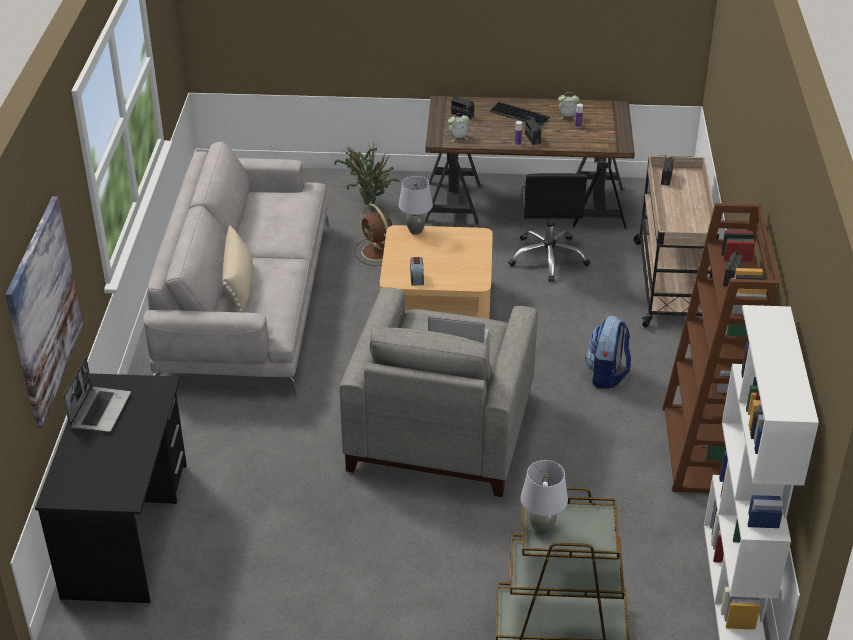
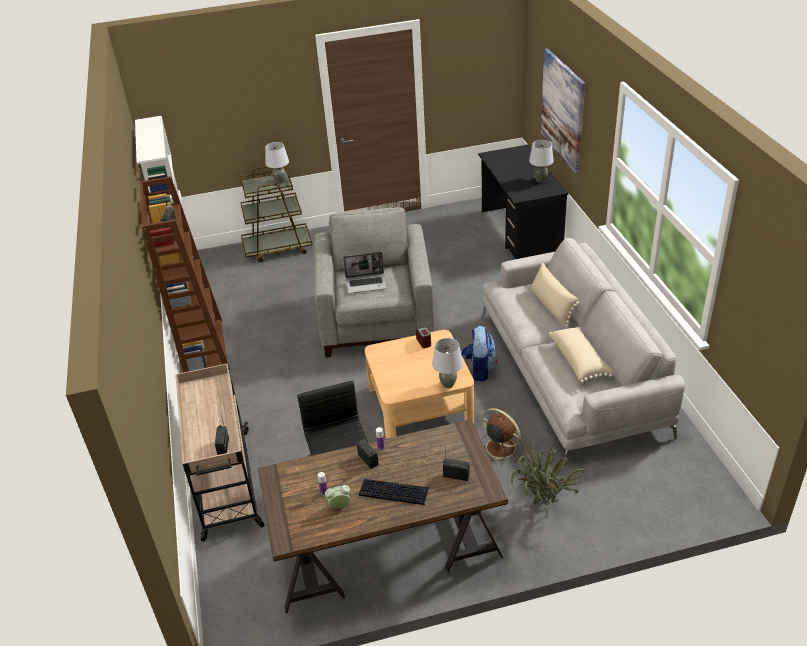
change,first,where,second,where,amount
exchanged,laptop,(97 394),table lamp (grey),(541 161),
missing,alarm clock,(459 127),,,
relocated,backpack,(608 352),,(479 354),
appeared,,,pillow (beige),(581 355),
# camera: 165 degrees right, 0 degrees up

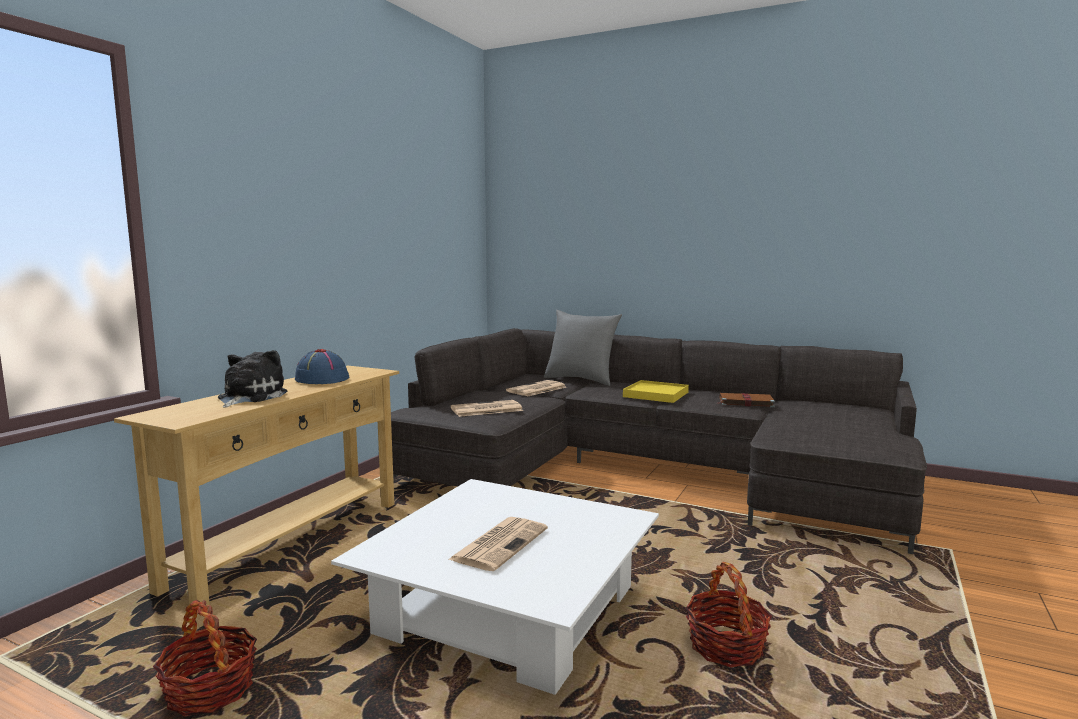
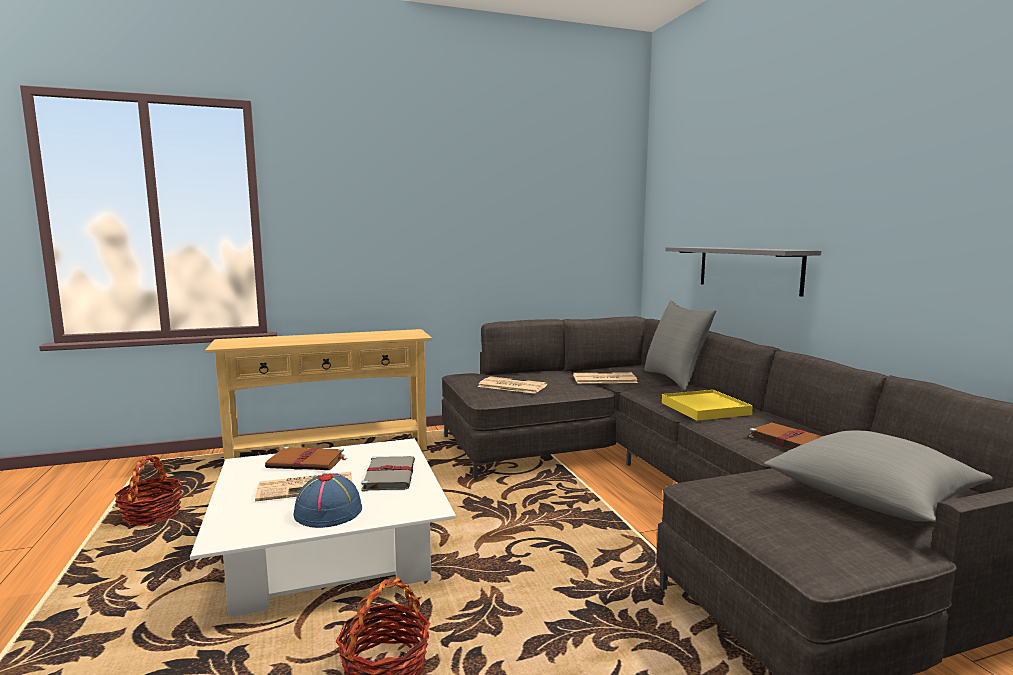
change,first,where,second,where,amount
missing,plush toy,(253 379),,,
relocated,hat (blue),(322 366),,(327 500),
appeared,,,book (brown),(305 458),
appeared,,,book (grey),(388 473),
appeared,,,shelf (grey),(743 272),
appeared,,,pillow (grey),(878 476),
# camera: 45 degrees right, 0 degrees up

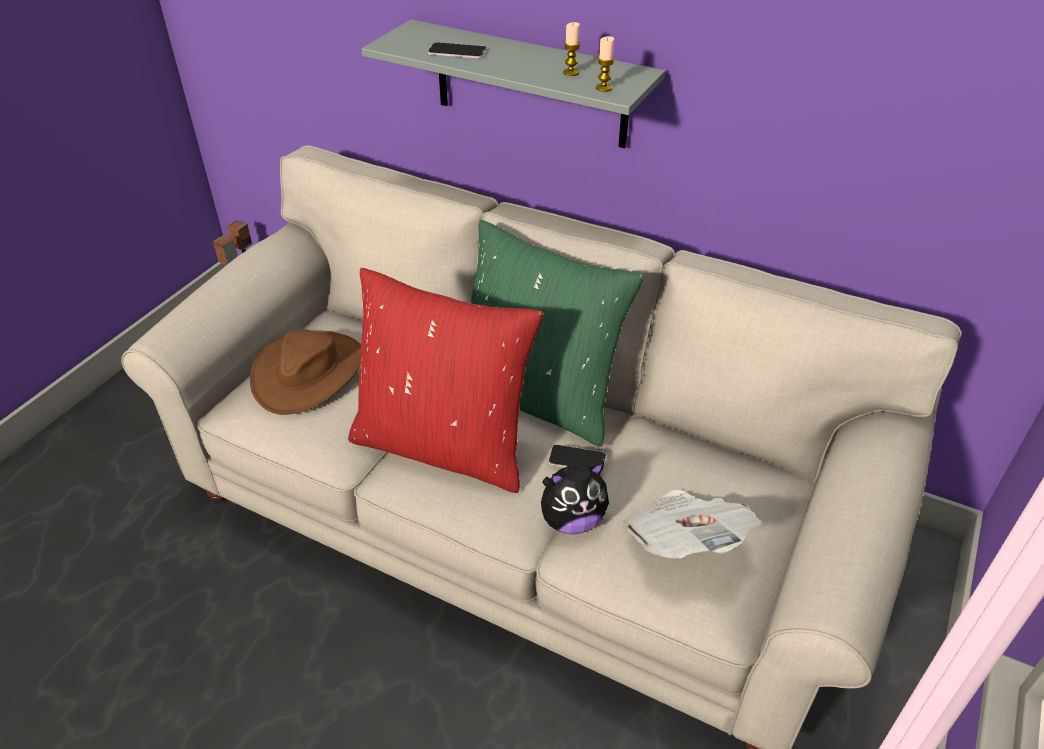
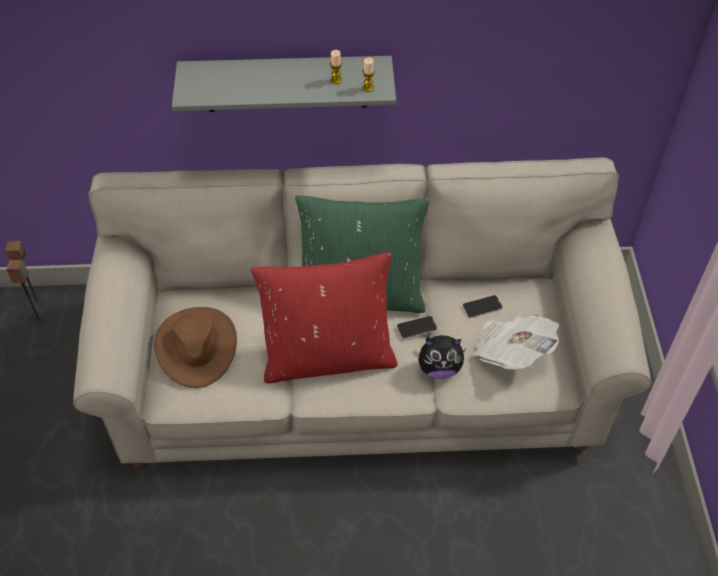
change,first,where,second,where,amount
relocated,phone,(457 50),,(482 306),
spun,plush toy,(575 498),,(442 357),45 degrees clockwise
# camera: 30 degrees left, 10 degrees up

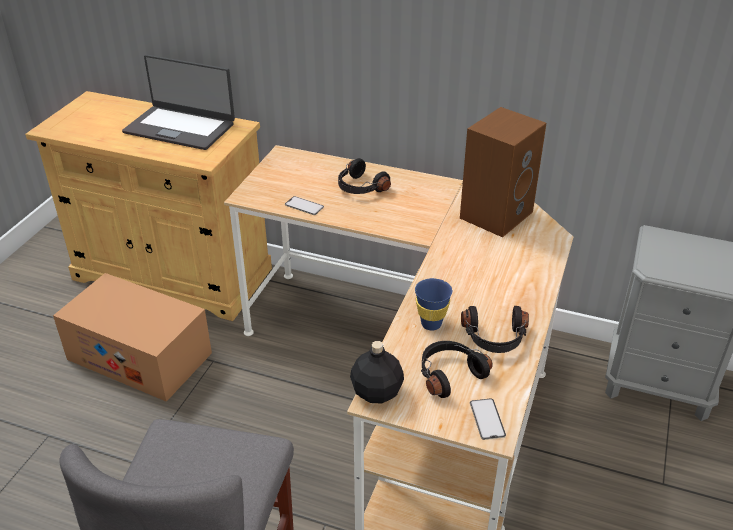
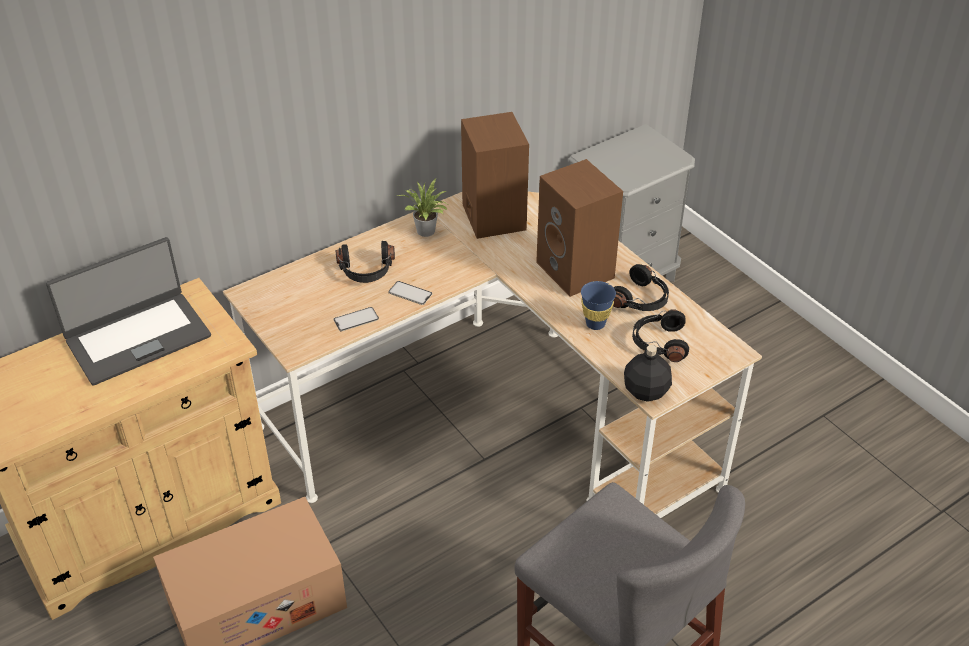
change,first,where,second,where,amount
relocated,phone,(488 419),,(410 293),
appeared,,,potted plant,(422 208),
appeared,,,speaker (brown),(579 228),
# camera: 55 degrees left, 5 degrees up

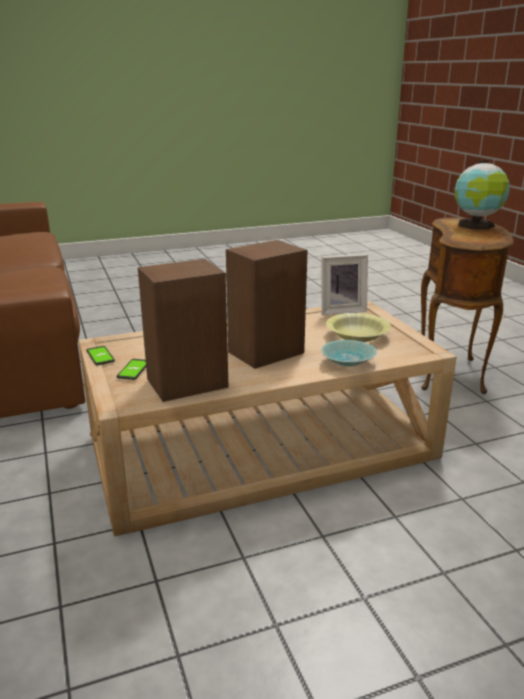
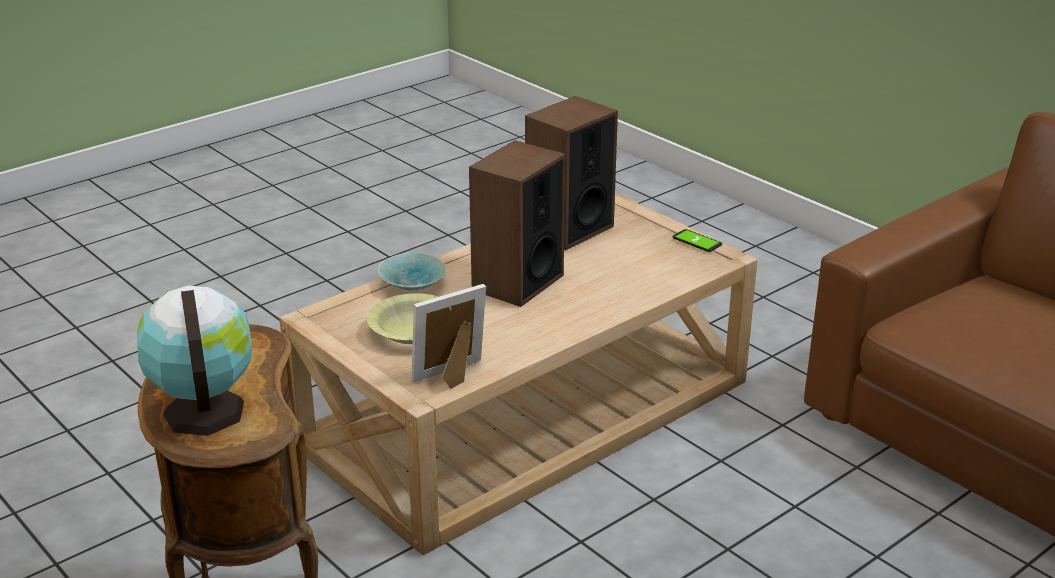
change,first,where,second,where,amount
missing,phone,(131 369),,,
# camera: 160 degrees right, 5 degrees up

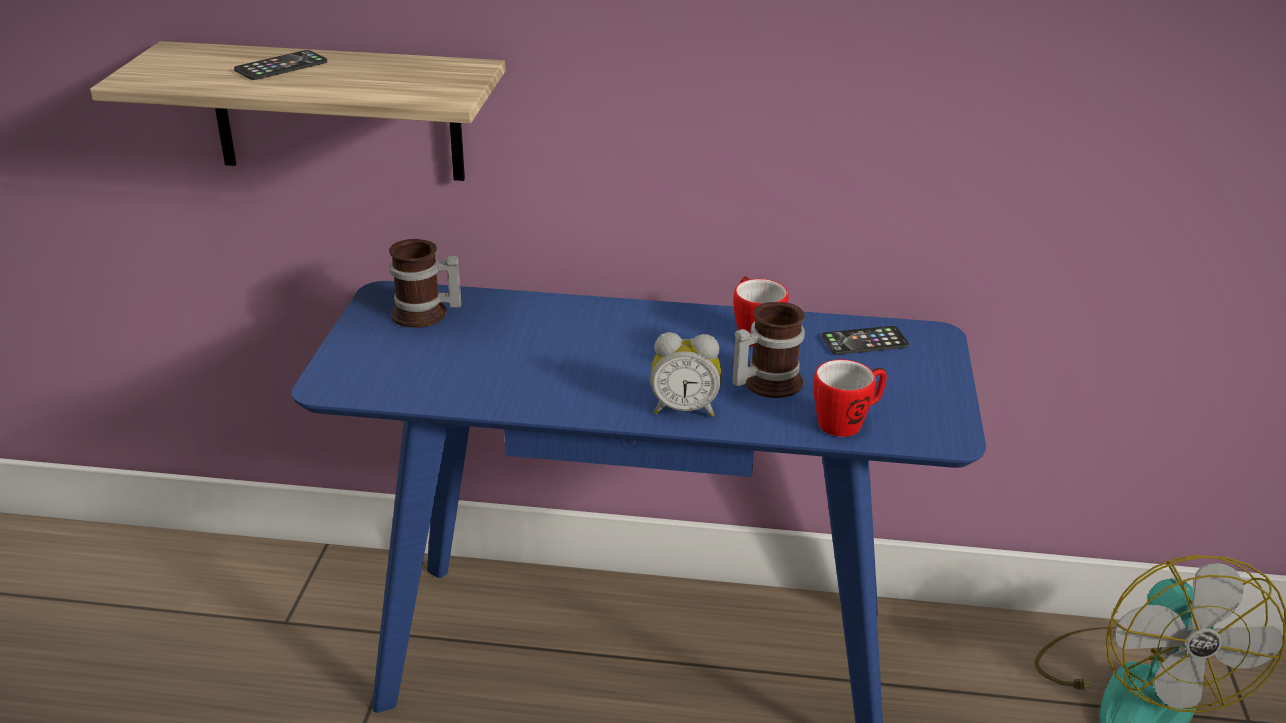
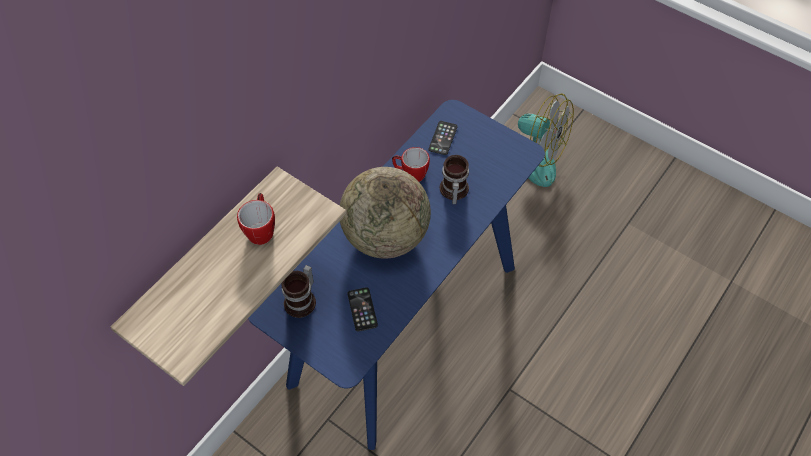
change,first,where,second,where,amount
relocated,phone,(281 65),,(362 309),
missing,alarm clock,(685 374),,,
relocated,mug,(850 398),,(256 219),
appeared,,,globe,(385 213),
# camera: 60 degrees left, 25 degrees up

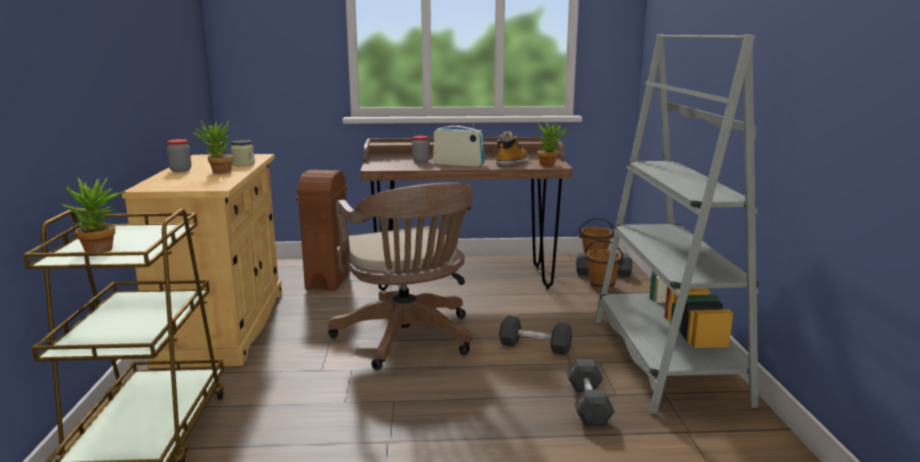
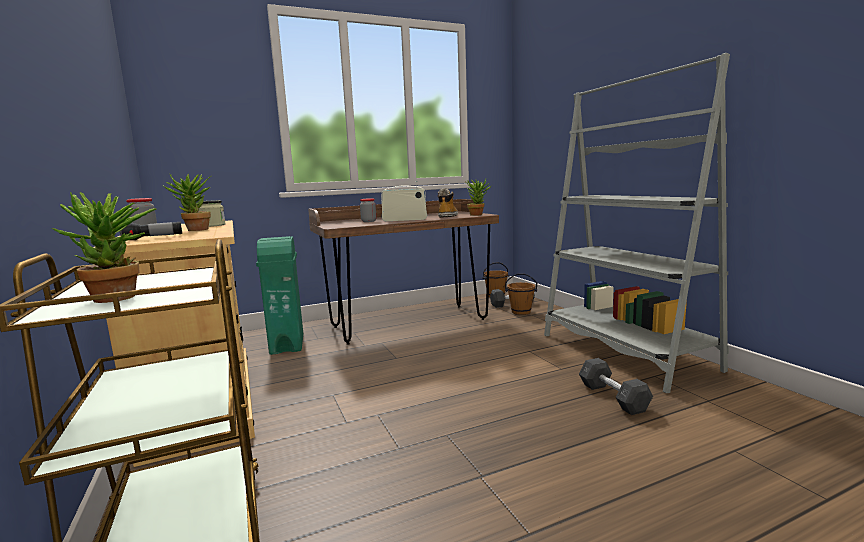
change,first,where,second,where,amount
colour,trash can (brown),(323 230),trash can (green),(279 295),
missing,office chair (brown),(400 276),,,
missing,dumbbell (grey),(535 335),,,
appeared,,,flashlight,(151 230),
# camera: 20 degrees left, 5 degrees down

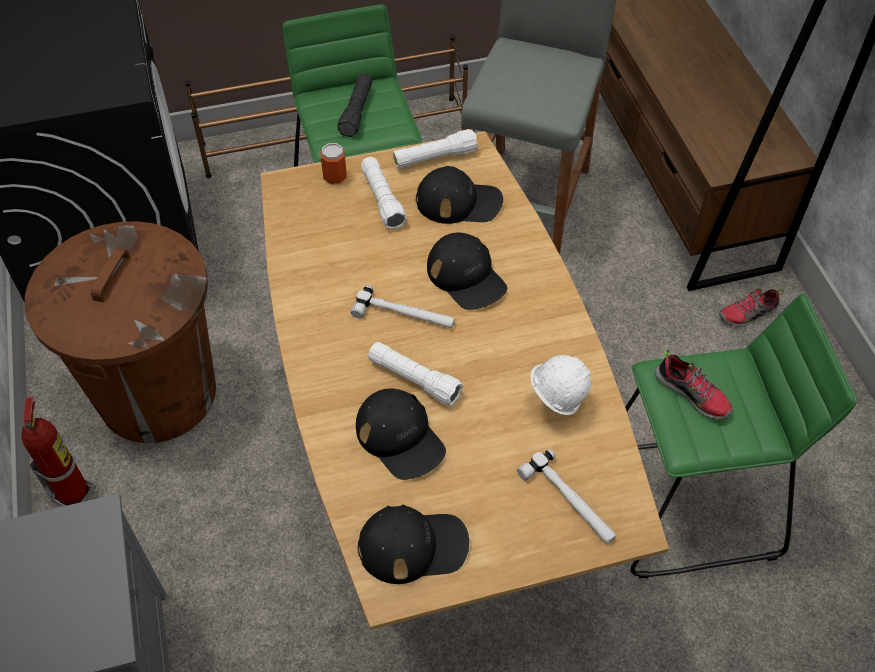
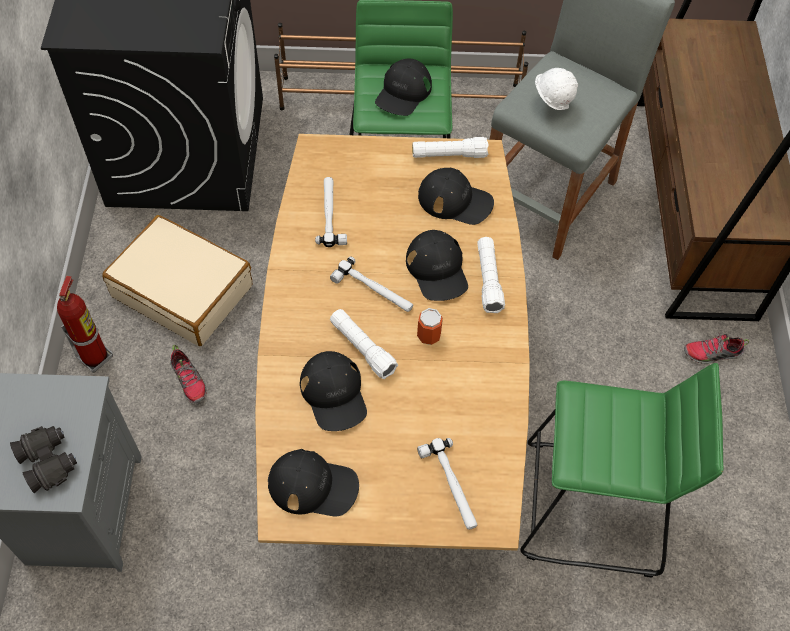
change,first,where,second,where,amount
exchanged,trash can (brown),(120 332),suitcase (beige),(177 280),
relocated,can,(334 164),,(430 326),
exchanged,flashlight (black),(355 105),cap (black),(403 87),
relocated,flashlight (white),(384 193),,(491 275),
relocated,hard hat (white),(560 385),,(556 89),
relocated,shoe,(694 384),,(188 374),
appeared,,,binoculars (black),(43 459),
appeared,,,hammer,(331 212),
# camera: 15 degrees right, 5 degrees up

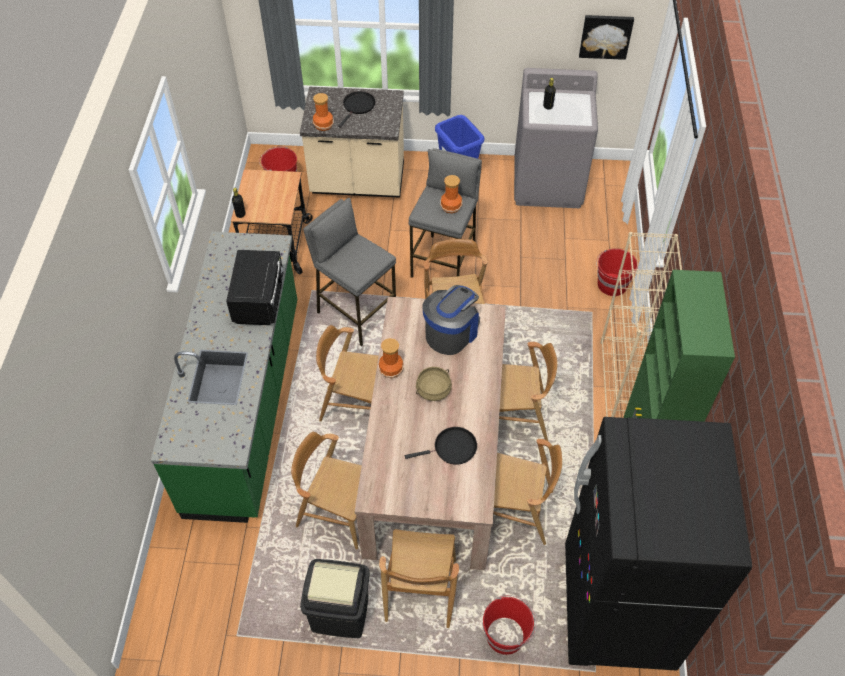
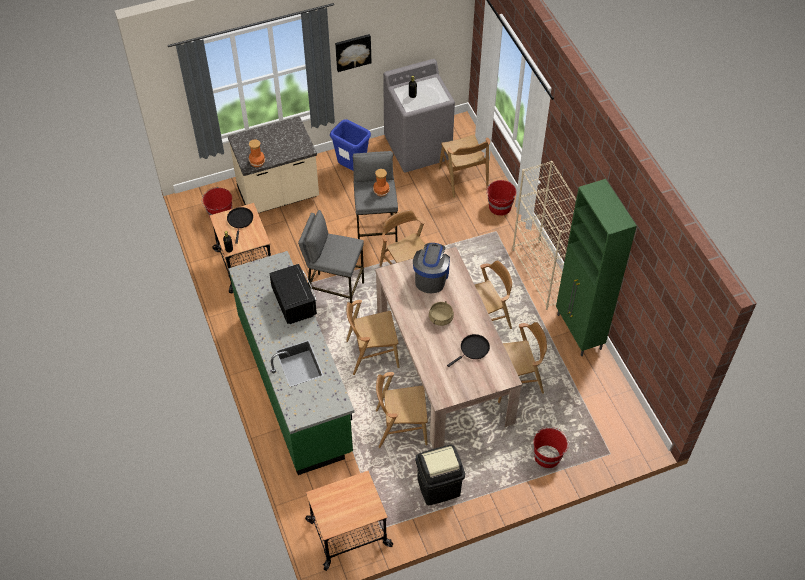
change,first,where,second,where,amount
relocated,frying pan (black),(356 109),,(240 225),
missing,vase,(391 358),,,
relocated,chair (brown),(419 578),,(464 166),
missing,fridge (black),(658 544),,,
relocated,picture,(606 37),,(353 53),
appeared,,,cart,(349 520),
# camera: 25 degrees left, 0 degrees up

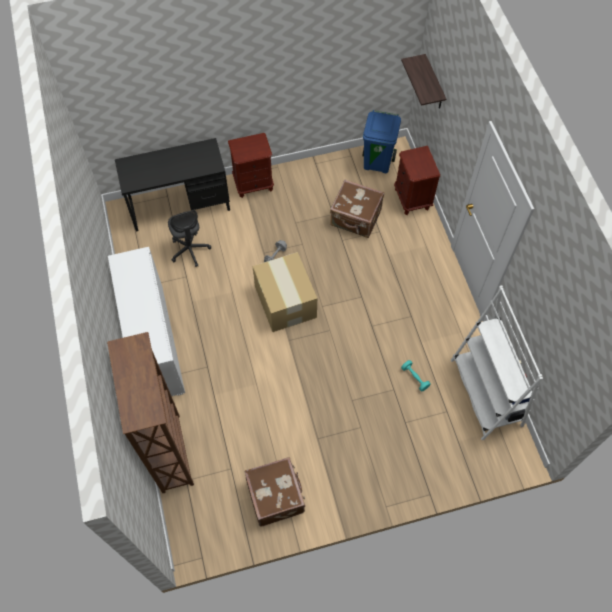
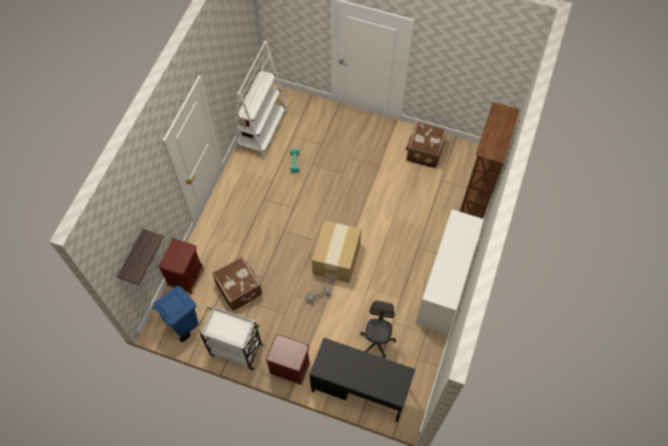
change,first,where,second,where,amount
appeared,,,cart (white),(230 338),
# camera: 145 degrees left, 0 degrees up

